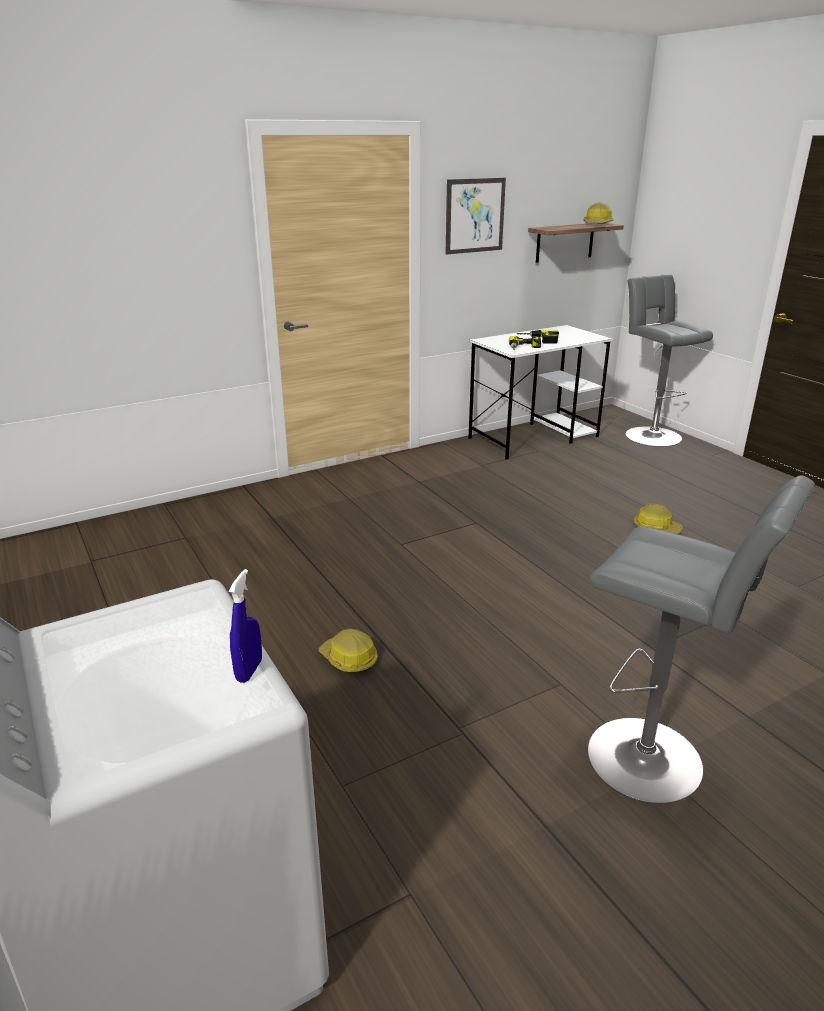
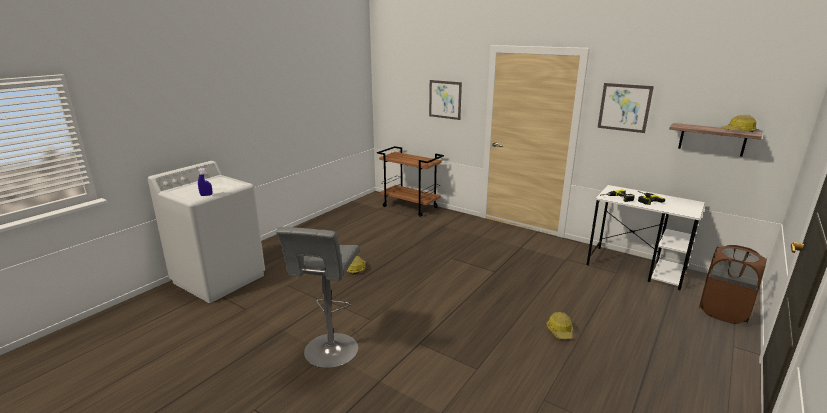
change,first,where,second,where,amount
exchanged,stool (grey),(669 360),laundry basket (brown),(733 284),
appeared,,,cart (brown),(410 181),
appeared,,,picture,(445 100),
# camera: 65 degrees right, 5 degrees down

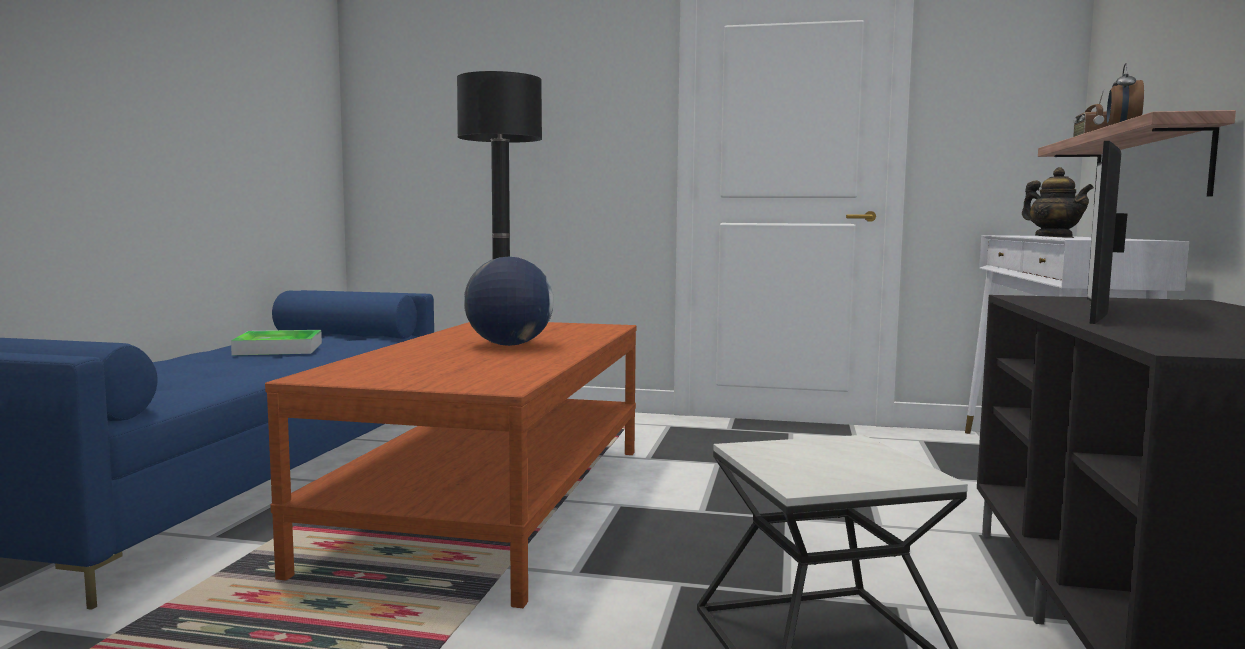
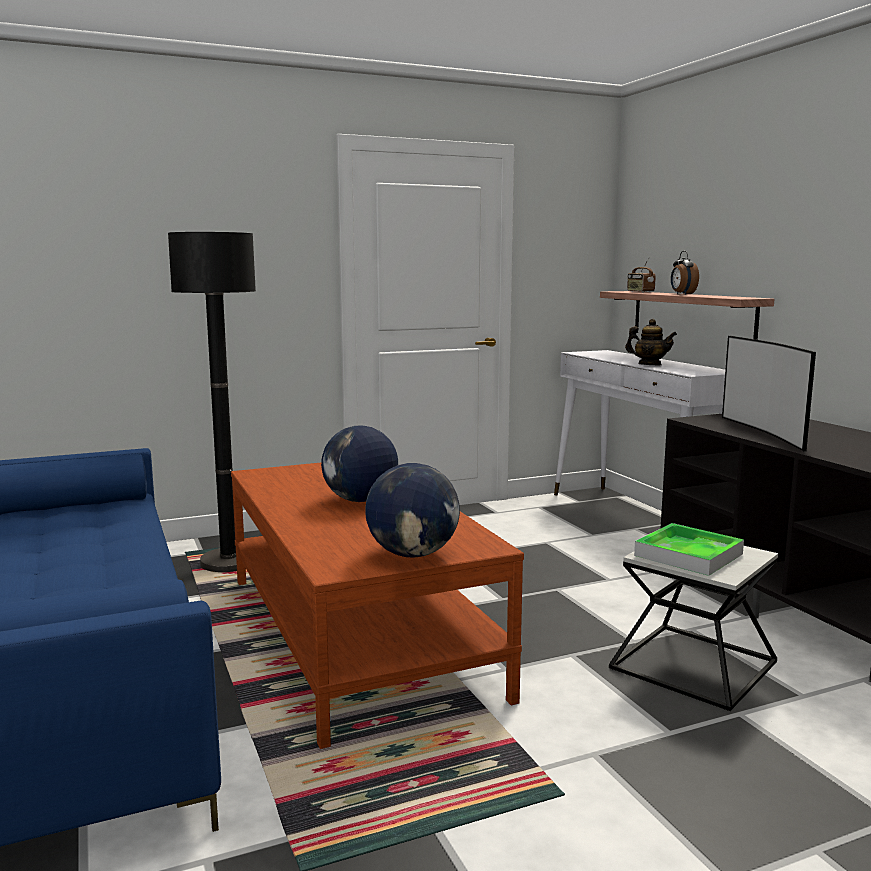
change,first,where,second,where,amount
relocated,tray,(276 342),,(689 549),
appeared,,,globe,(412 510),
# camera: 35 degrees left, 5 degrees up

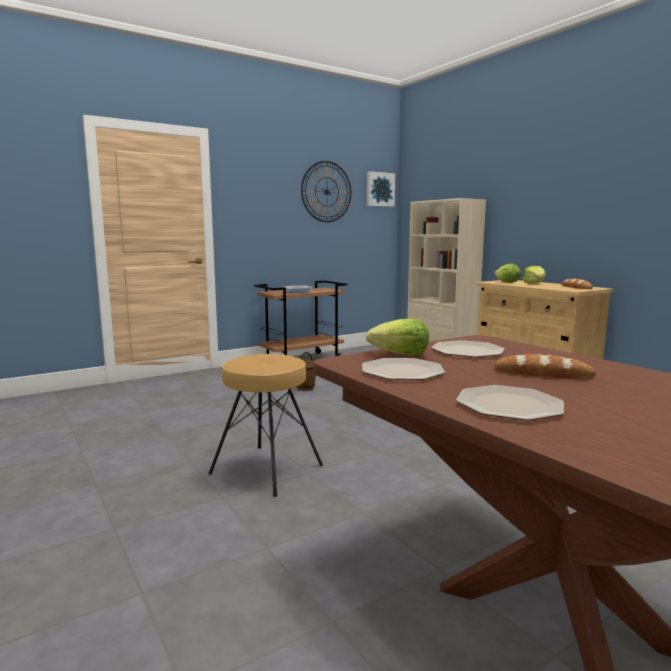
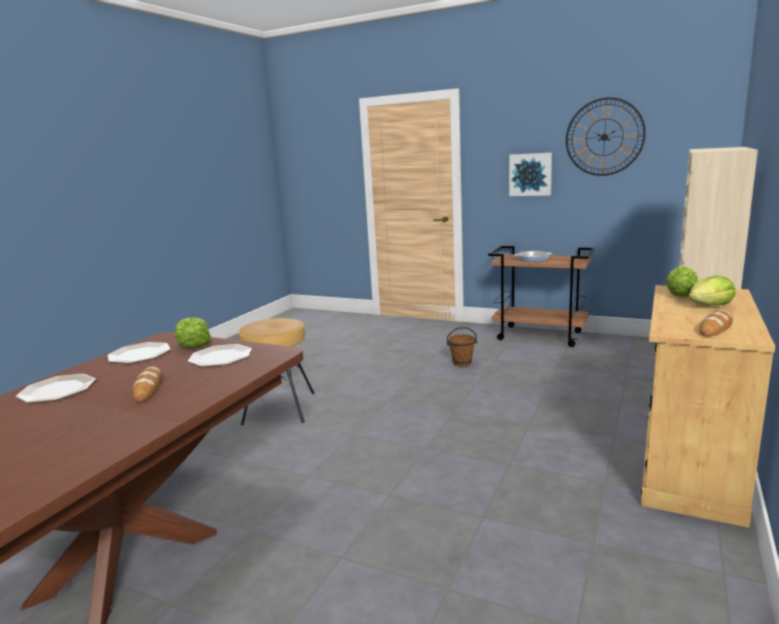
change,first,where,second,where,amount
relocated,picture,(381 189),,(530 174),
# camera: 60 degrees right, 5 degrees up

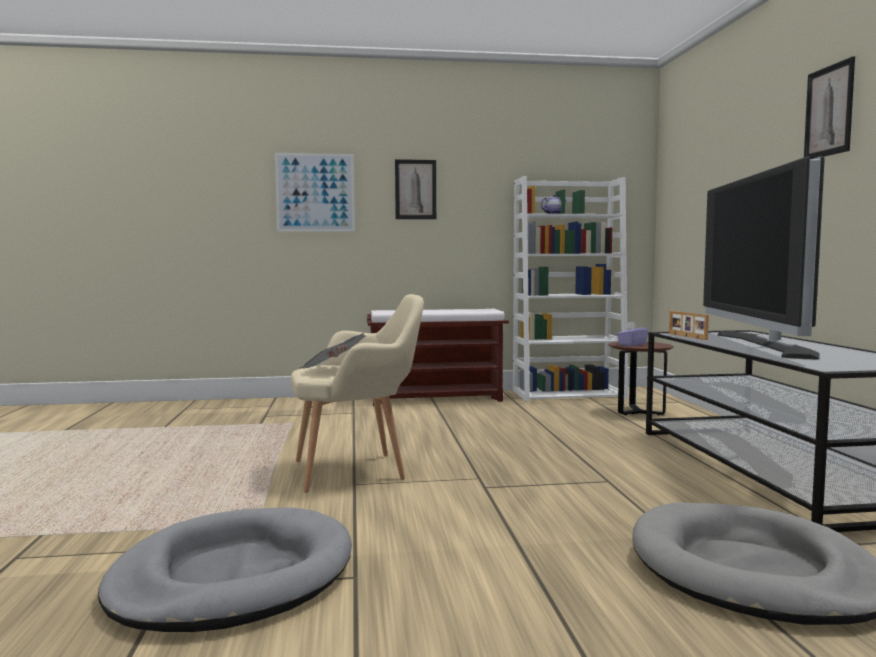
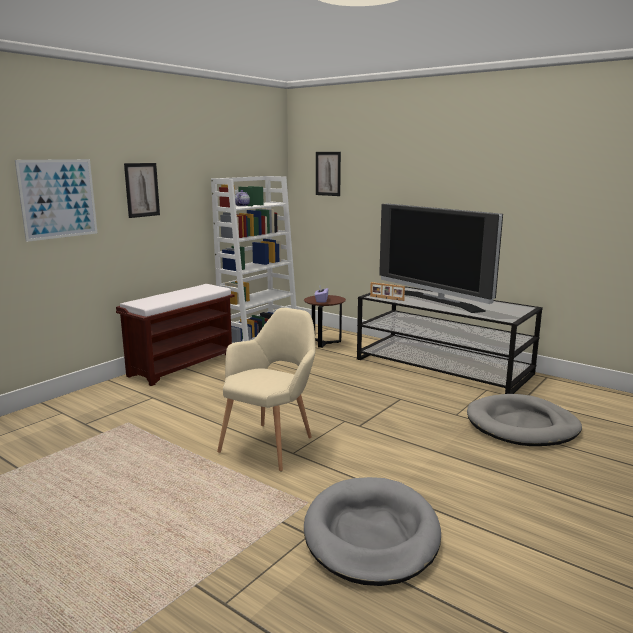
change,first,where,second,where,amount
missing,newspaper,(332 351),,,
relocated,picture,(829 107),,(328 174),
# camera: 45 degrees left, 10 degrees up

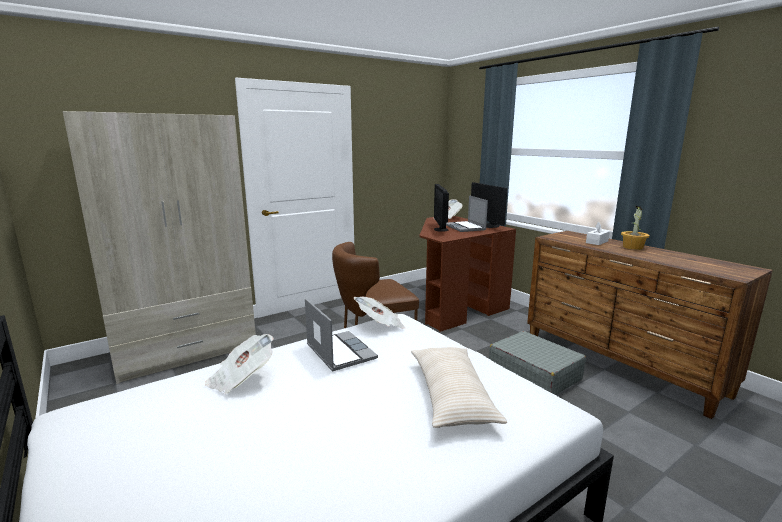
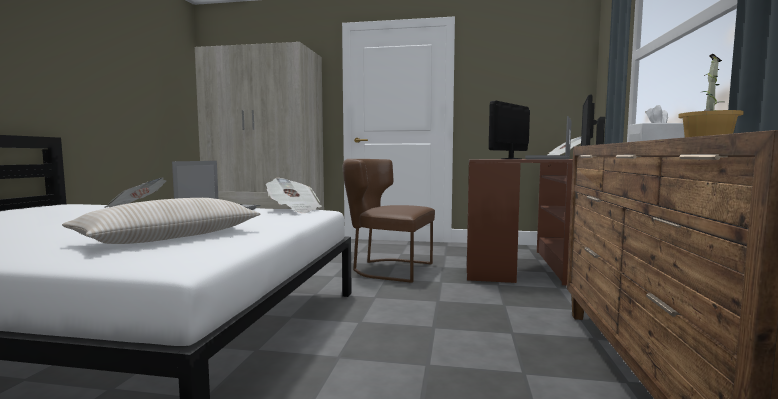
change,first,where,second,where,amount
missing,suitcase (grey),(537 363),,,
# camera: 45 degrees right, 10 degrees down

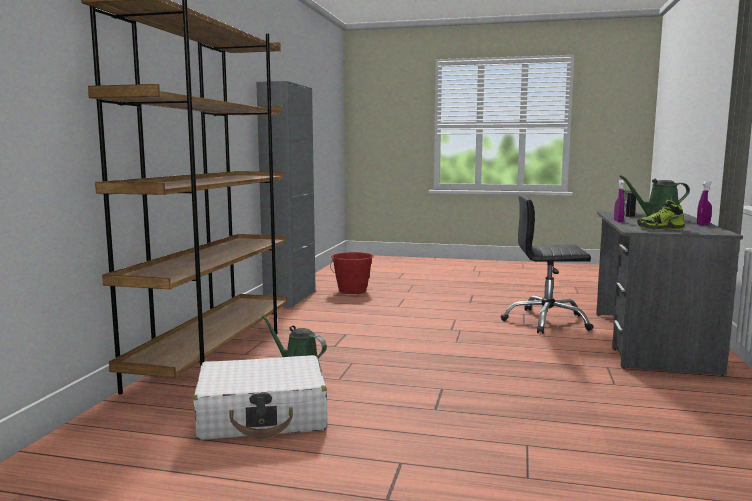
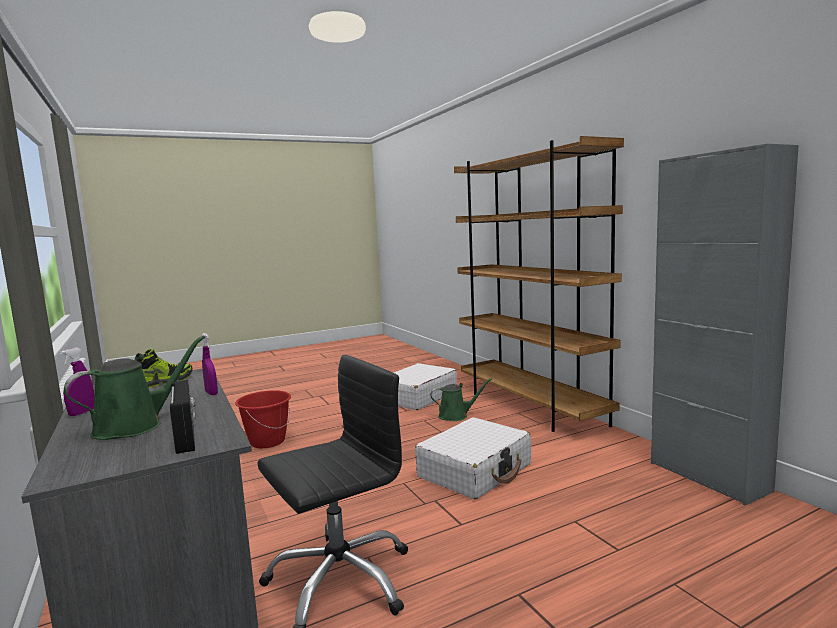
change,first,where,second,where,amount
relocated,bucket (red),(352 273),,(263 419),
appeared,,,suitcase (white),(473 458),
# camera: 140 degrees right, 0 degrees up

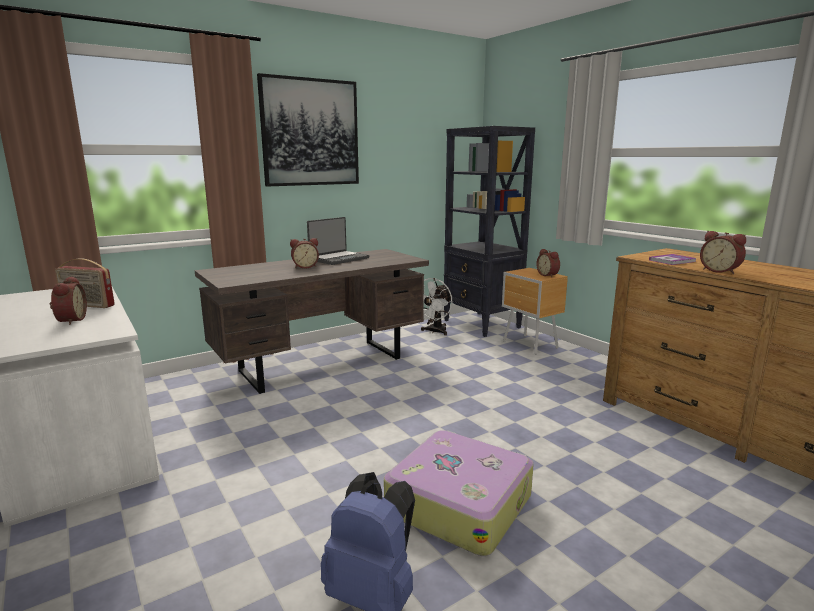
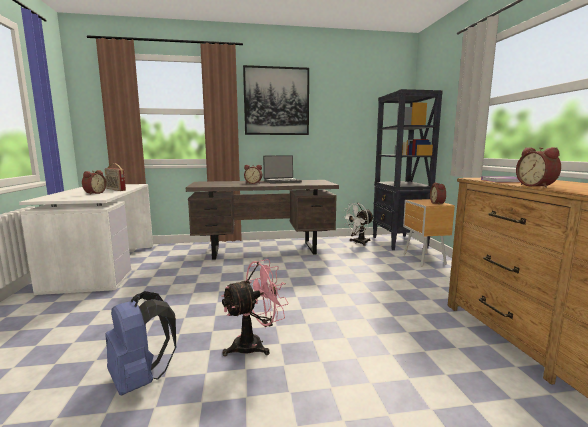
change,first,where,second,where,amount
exchanged,suitcase,(459 493),fan (pink),(254 307),
# camera: 25 degrees right, 5 degrees down

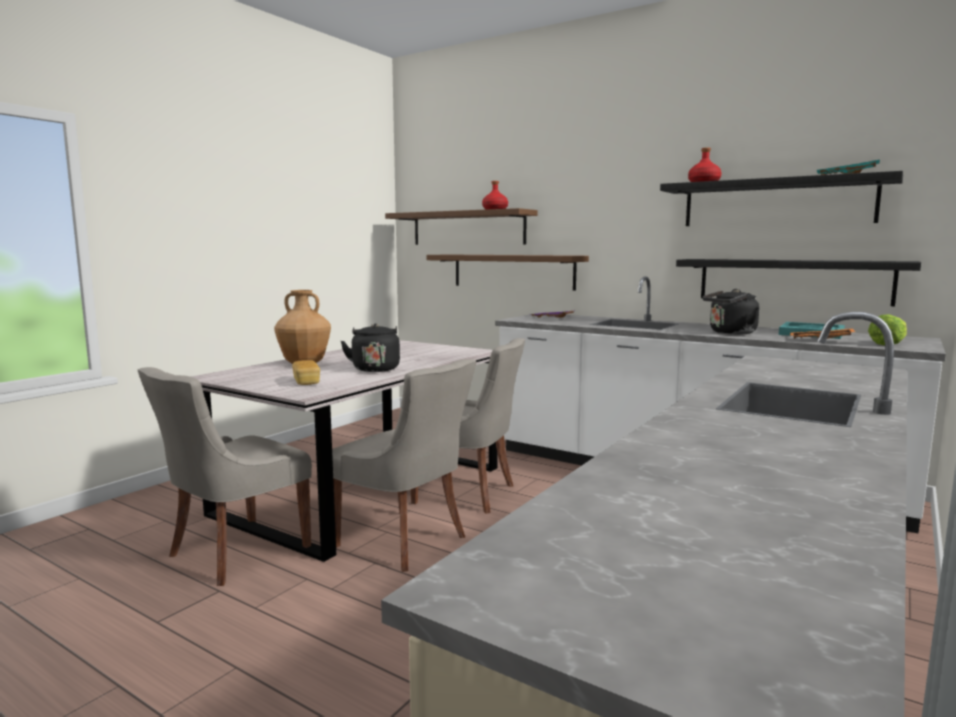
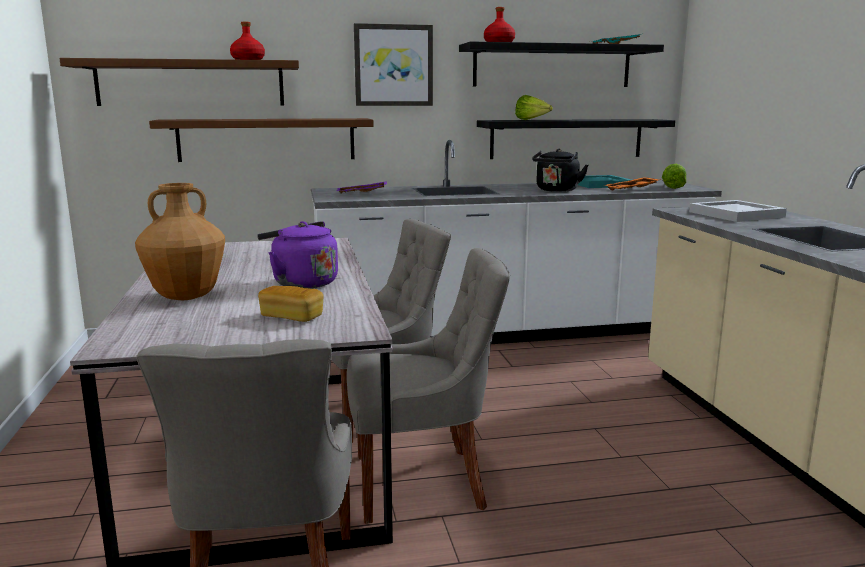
change,first,where,second,where,amount
colour,kettle (black),(370 347),kettle (purple),(297 254),
appeared,,,picture,(393 64),
appeared,,,lettuce,(534 107),
appeared,,,tray (white),(738 211),
# camera: 45 degrees left, 5 degrees up

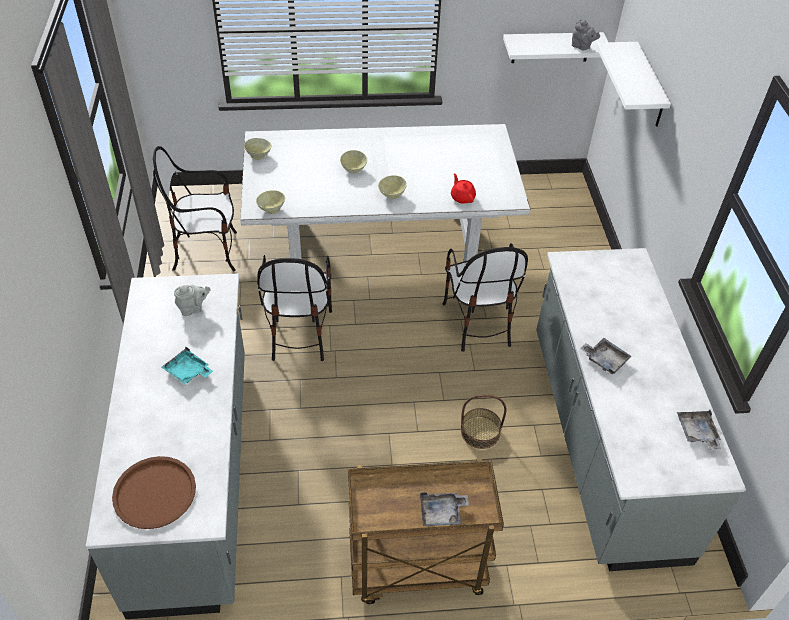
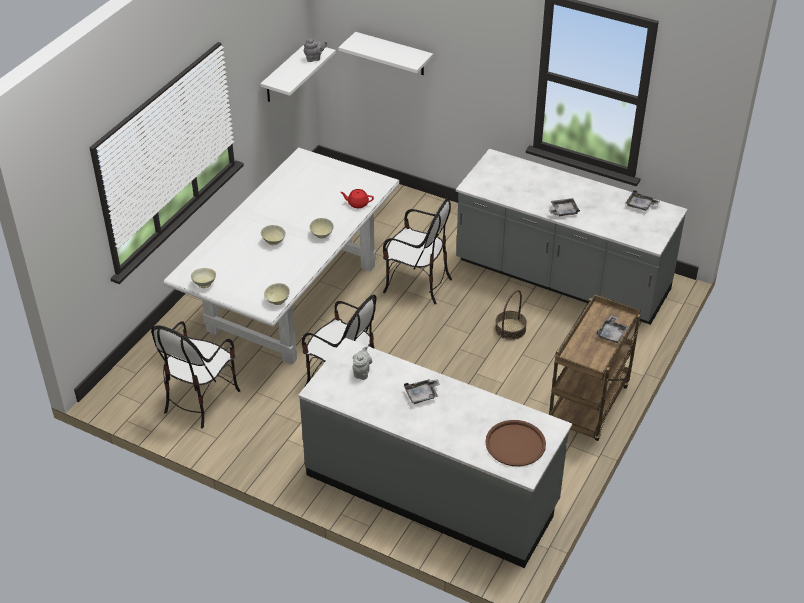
change,first,where,second,where,amount
colour,tray (turquoise),(187 365),tray (grey),(422 391),
# camera: 55 degrees left, 5 degrees down

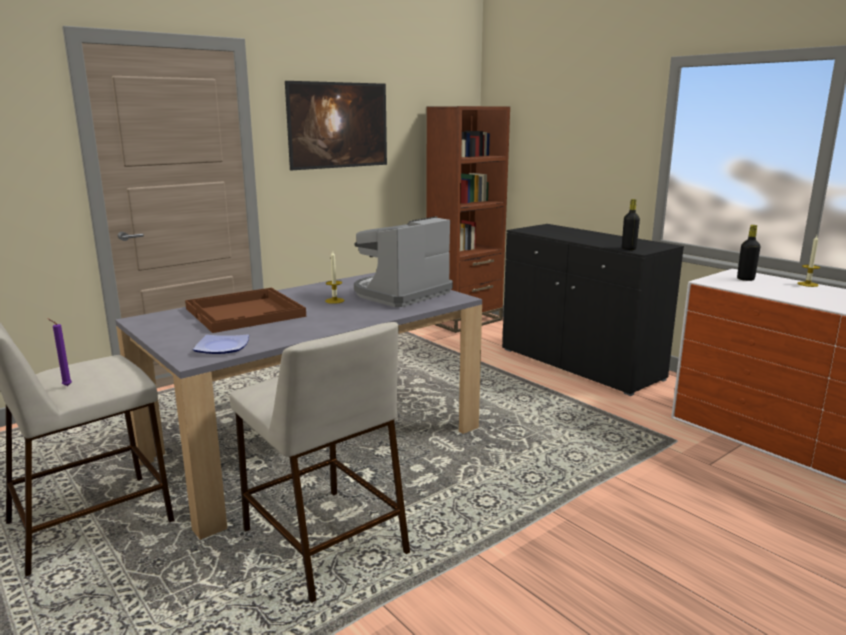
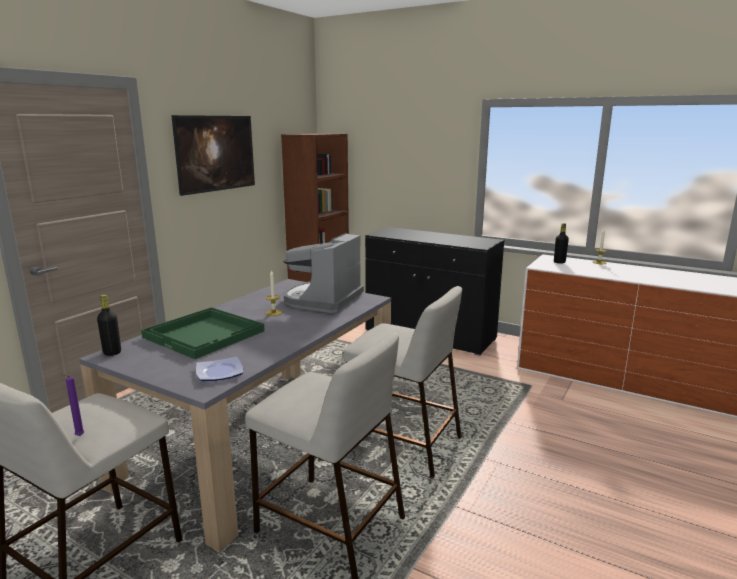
change,first,where,second,where,amount
colour,tray (brown),(245 310),tray (green),(203 333),
relocated,bottle (black),(631 224),,(109 325),
appeared,,,stool (beige),(402 382),
# camera: 20 degrees left, 0 degrees up

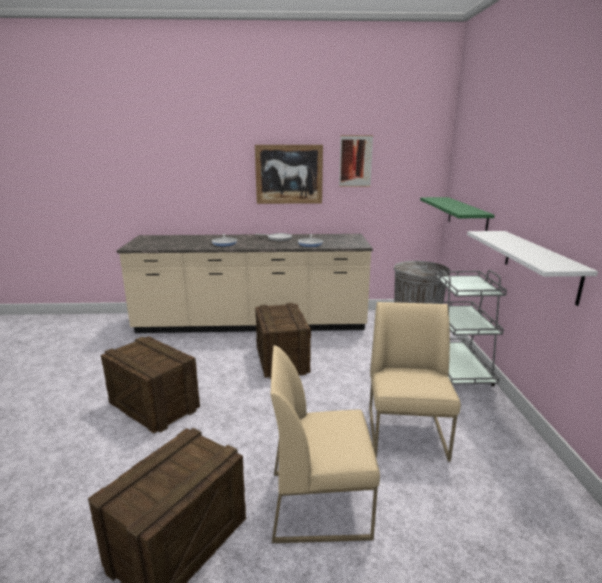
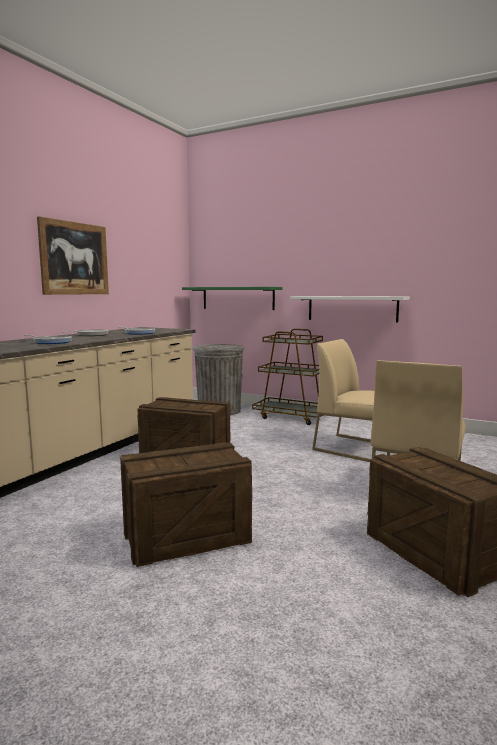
change,first,where,second,where,amount
missing,picture,(356 161),,,
colour,cart (grey),(468 328),cart (brown),(288 377),
# camera: 60 degrees left, 10 degrees down

